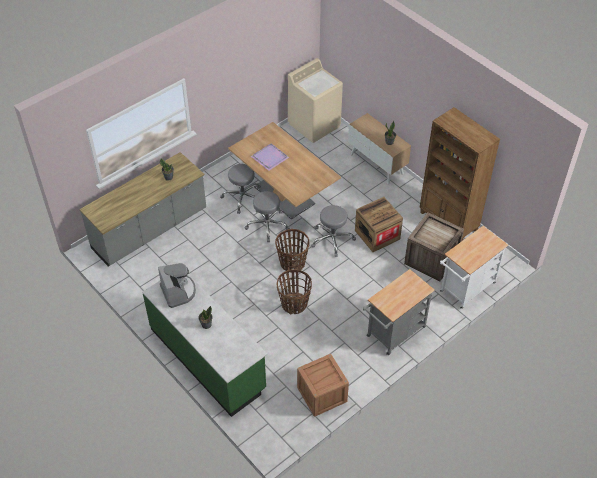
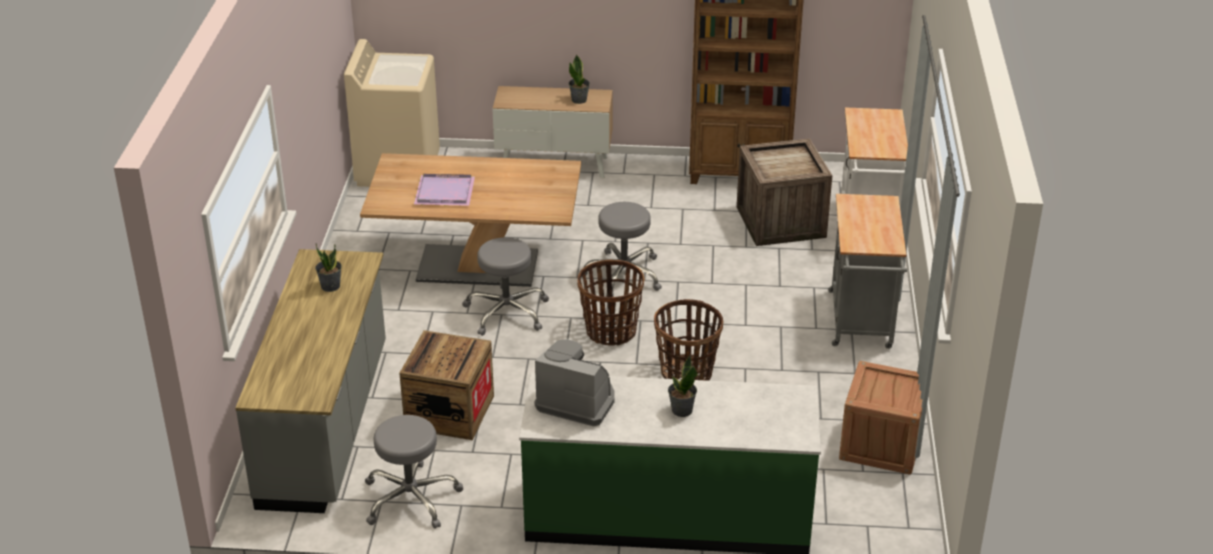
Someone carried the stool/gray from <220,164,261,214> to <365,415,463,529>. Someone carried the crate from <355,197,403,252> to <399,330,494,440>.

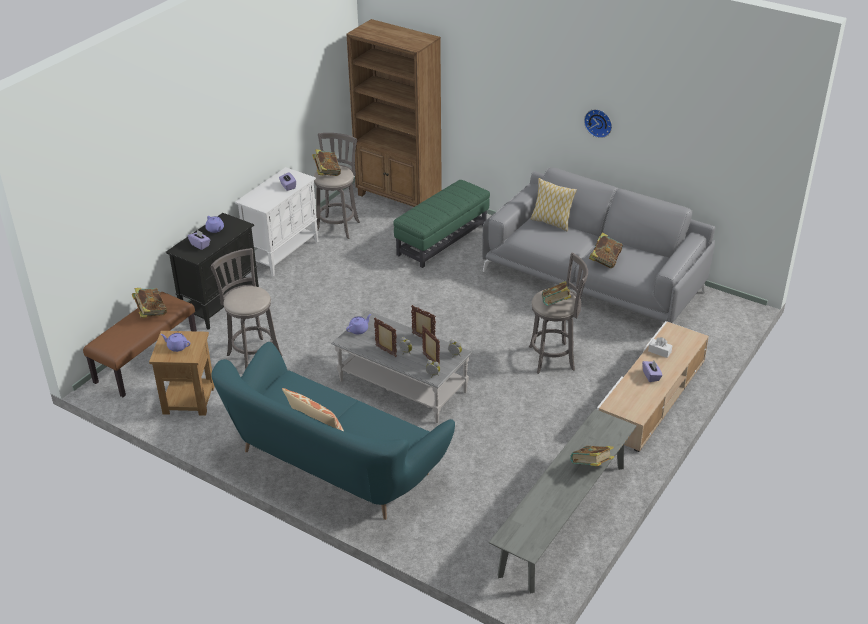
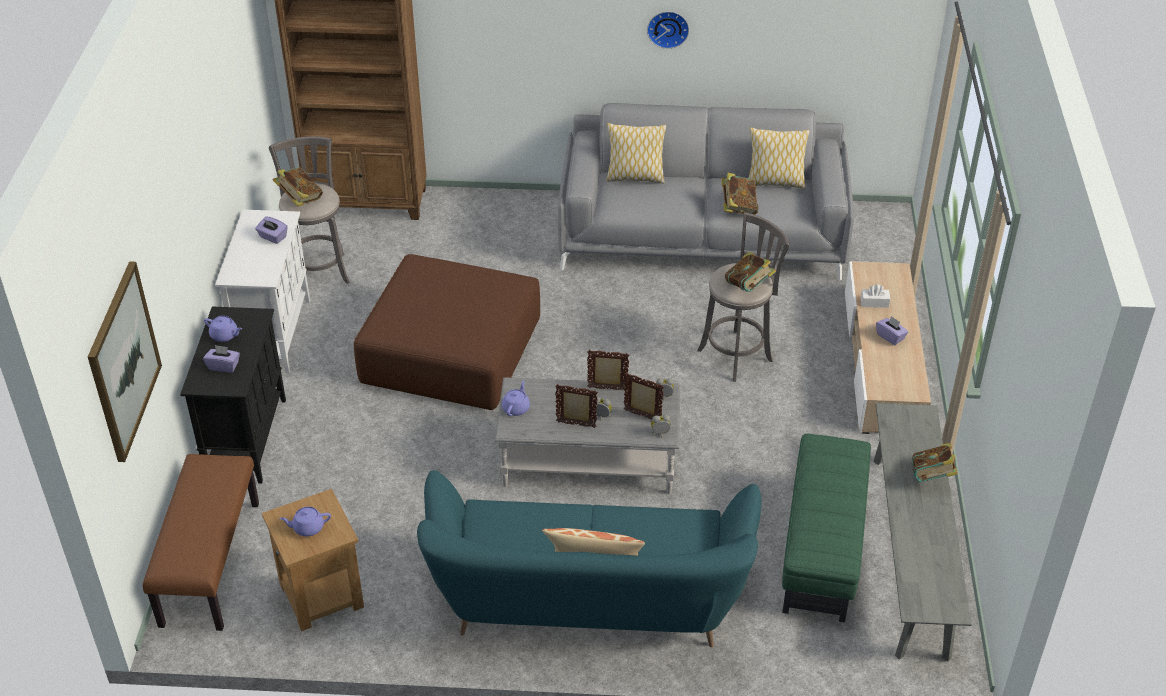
Someone took away the bound book at <132,288,167,318>. Someone took away the stool/gray at <211,248,282,370>. Someone put up the picture at <88,261,162,462>. Someone put down the pouffe/brown at <354,254,540,410>. Someone put down the throw pillow at <749,127,810,189>. Someone carried the pouffe/green-coloured from <393,180,490,268> to <782,433,871,623>.

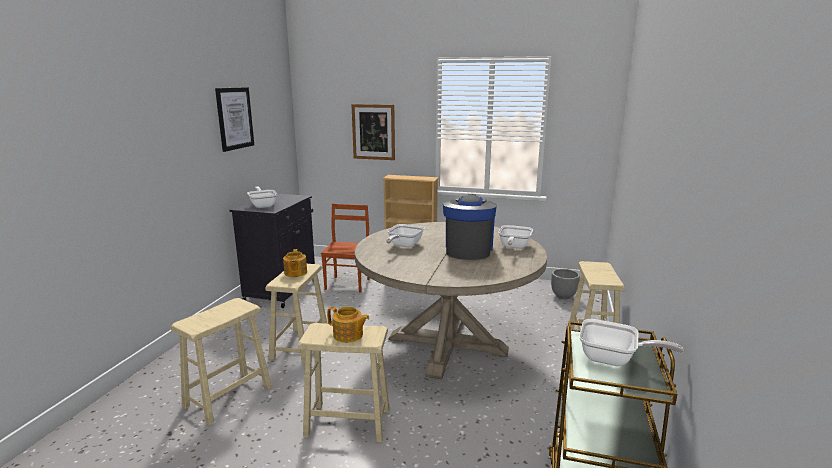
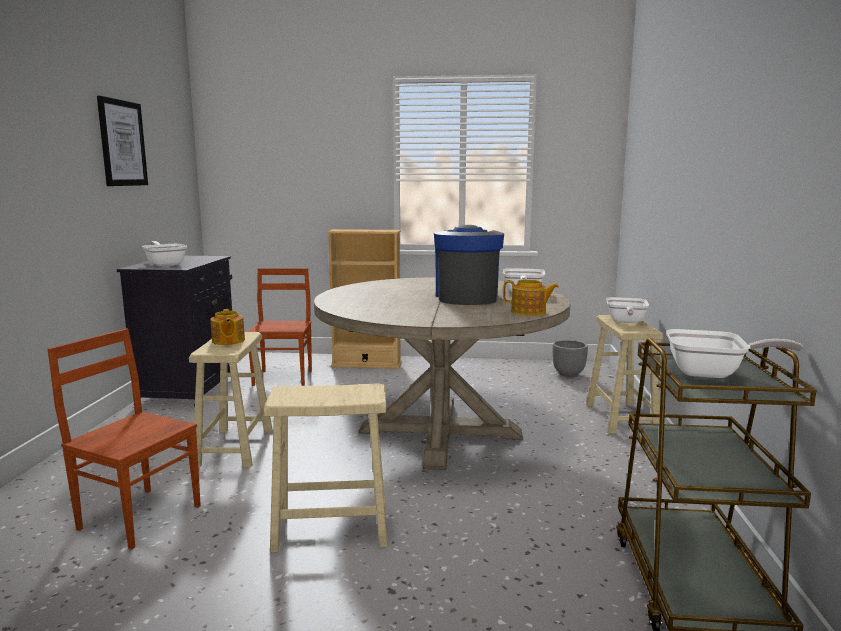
Someone took away the picture at <351,104,395,160>. Someone carried the pot for tea from <327,307,370,343> to <503,280,559,316>. Someone carried the skillet from <386,224,425,247> to <606,297,649,323>. Someone swapped the stool/sand-coloured at <170,298,272,425> for the plain chair/brown at <47,329,201,550>.

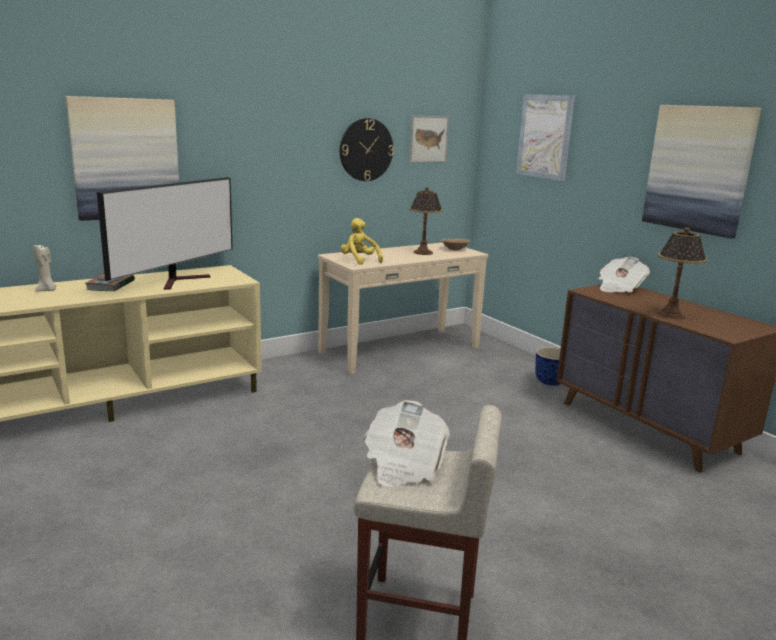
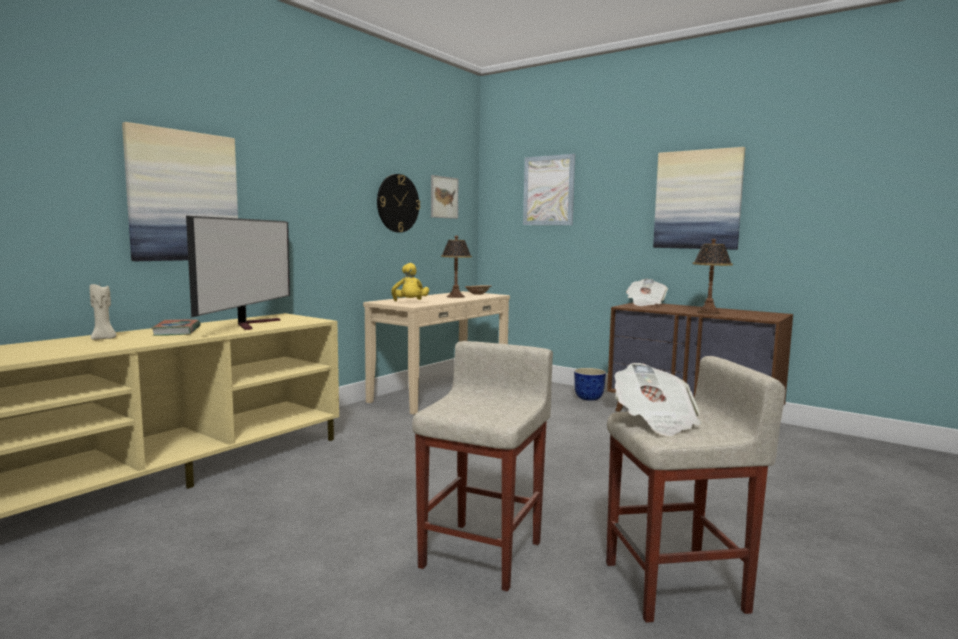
Someone put down the stool/sand-coloured at <412,341,553,591>. Someone rotated the plush toy/yellowish at <341,218,383,265> by 135 degrees counterclockwise.

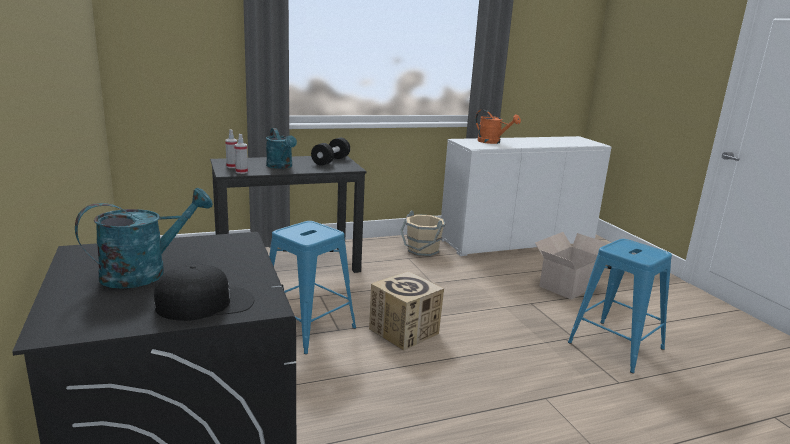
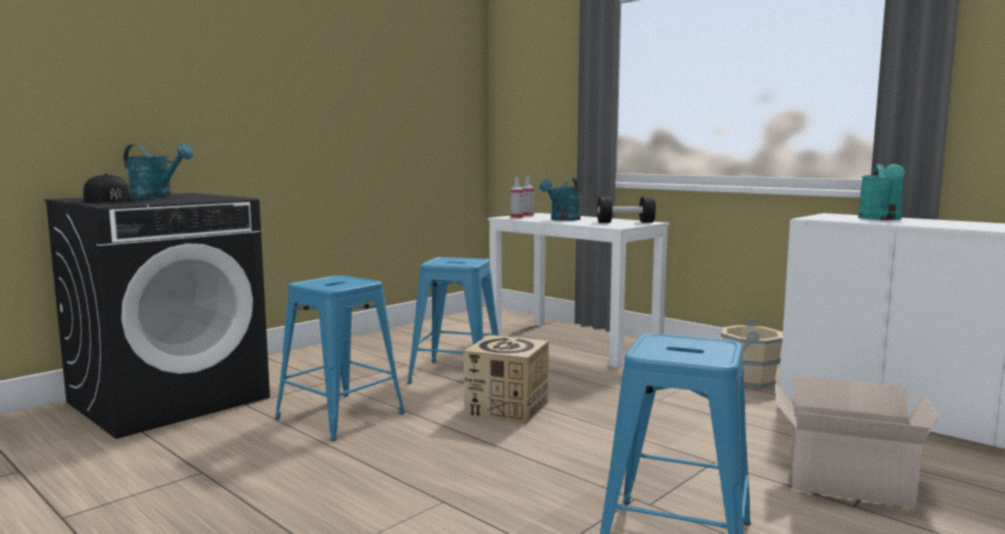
Someone put down the stool/blue-coloured at <275,275,405,441>. Someone repainted the desk/blackish at <210,156,367,273>, which became the desk/white-coloured at <488,213,670,367>. Someone repainted the sprinkling can/orangey at <475,110,521,144>, which became the sprinkling can/turquoise-coloured at <858,164,905,220>.

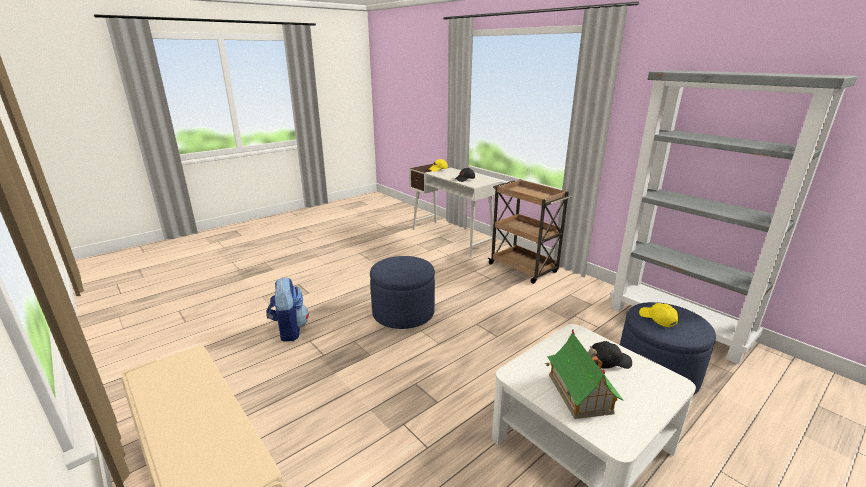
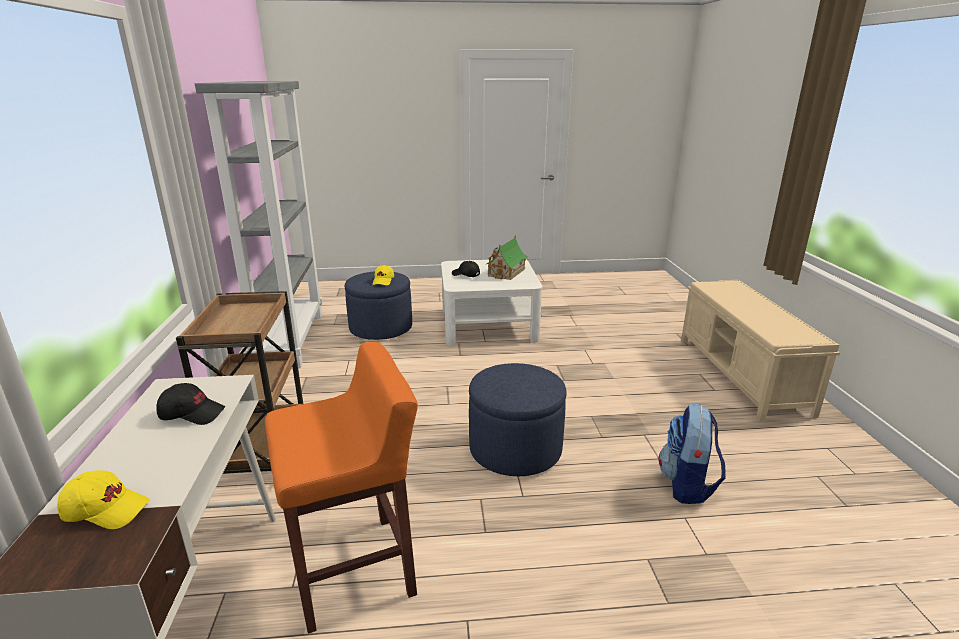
Someone put down the stool/orangey at <265,342,418,634>.

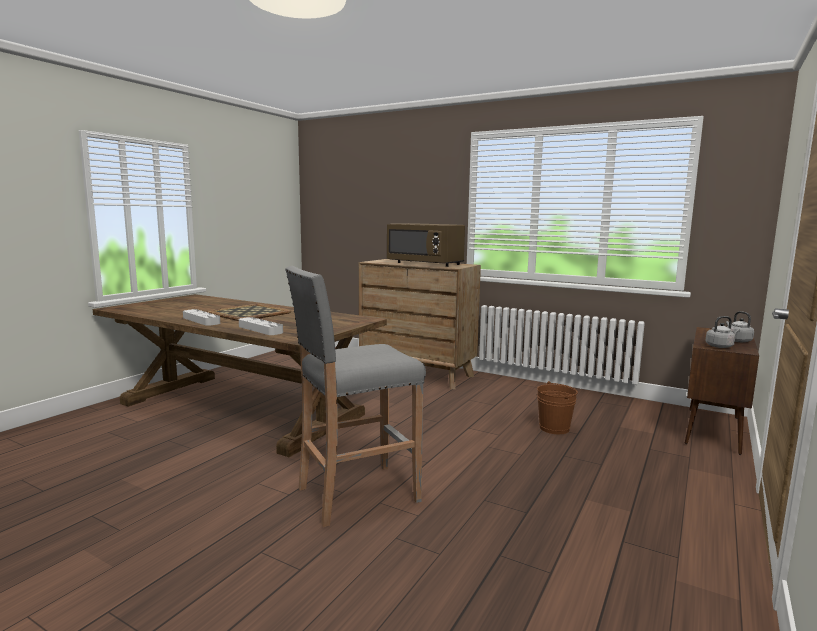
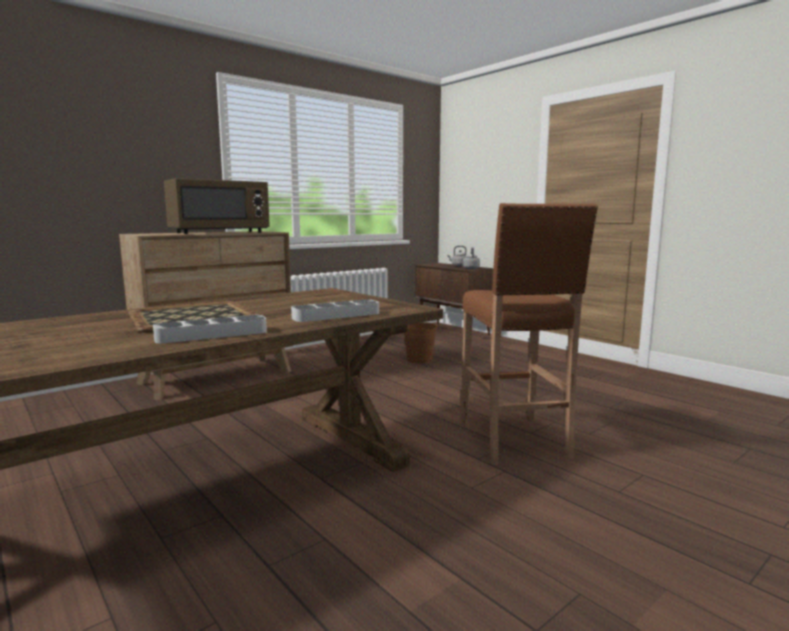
Someone repainted the stool/gray at <285,266,426,527>, which became the stool/brown at <461,203,598,465>.

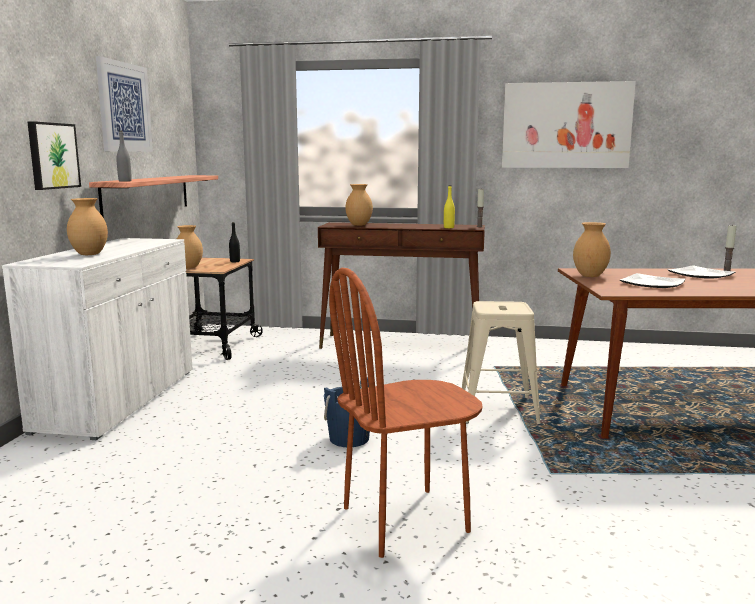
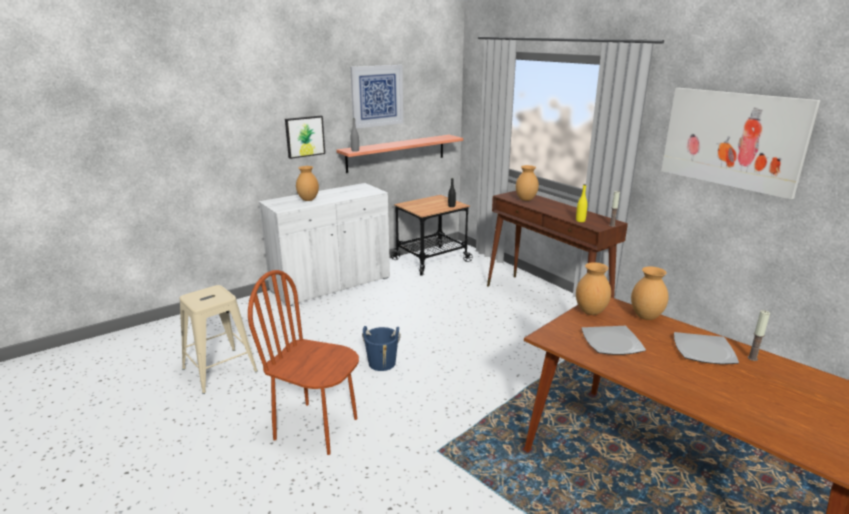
Someone carried the vase/brown from <177,225,203,269> to <631,267,668,320>. Someone carried the stool/sand-coloured from <462,301,541,424> to <179,285,258,394>.

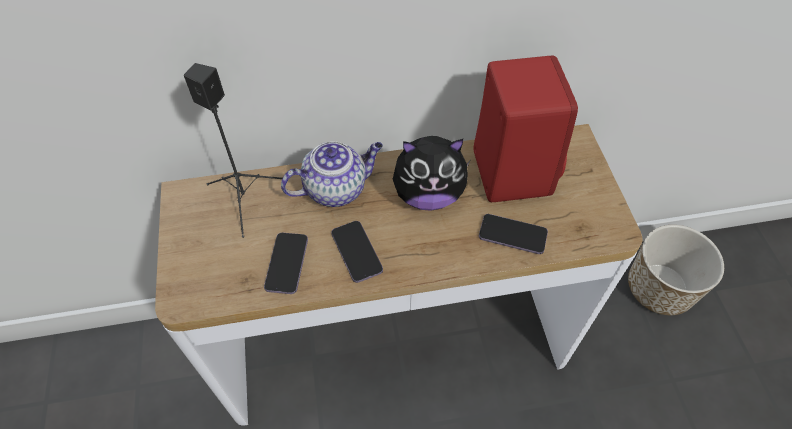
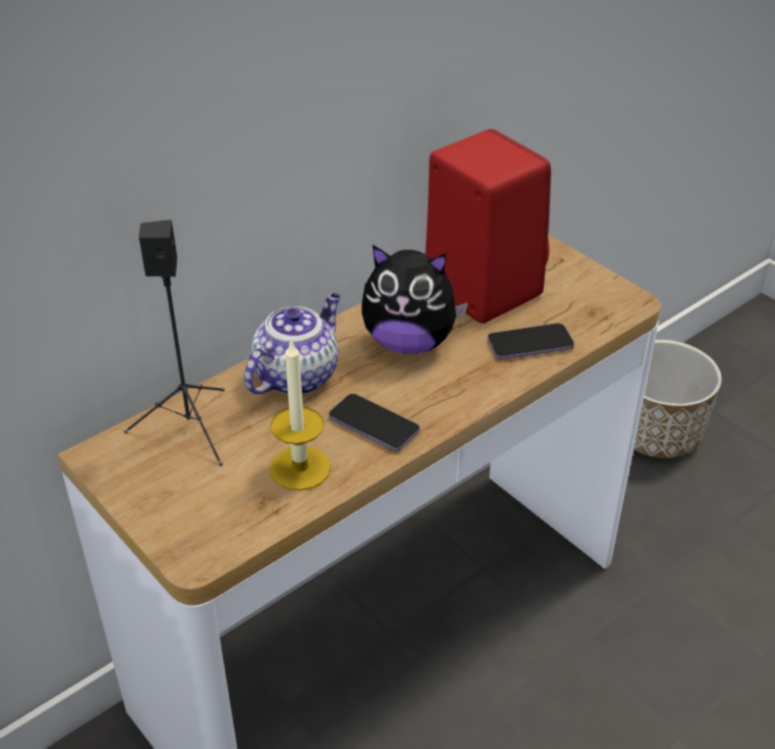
Someone swapped the telephone at <264,233,308,294> for the wax light at <269,340,331,491>. Someone rotated the plush toy at <393,136,471,211> by 45 degrees clockwise.

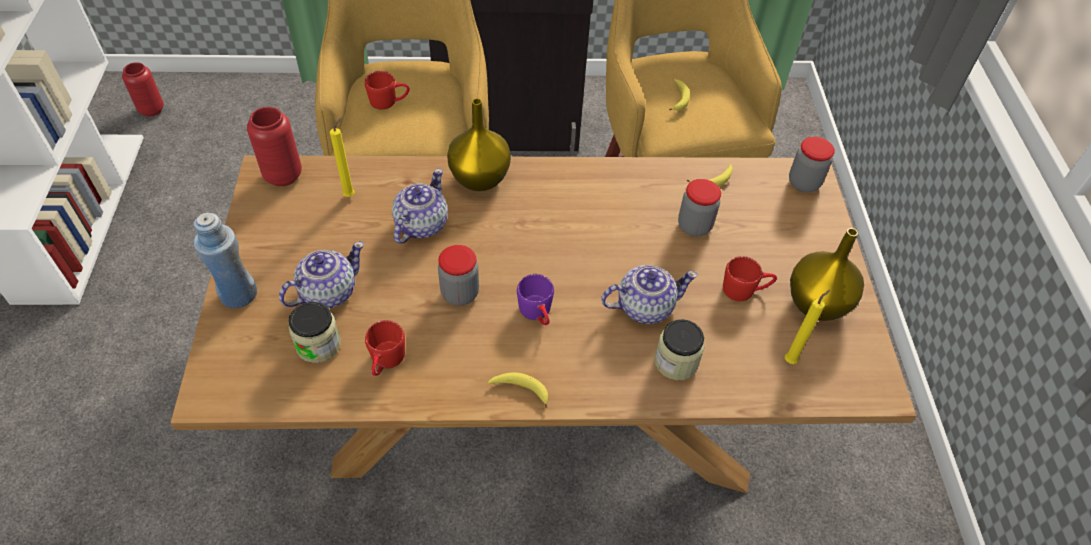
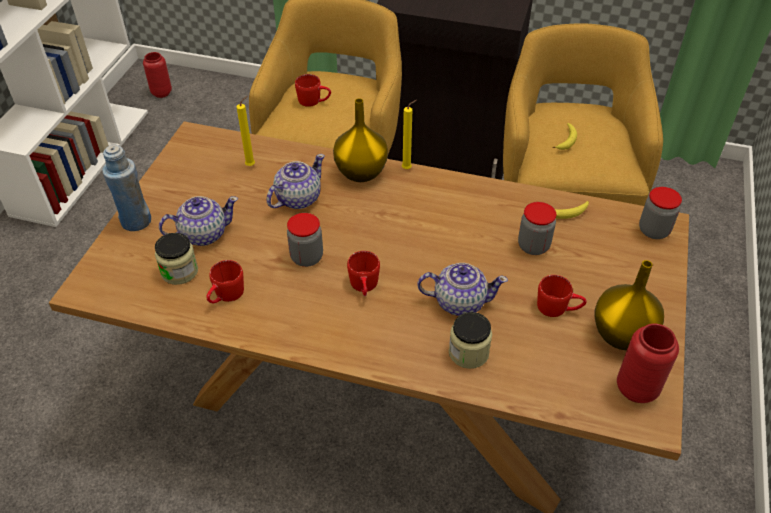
Someone took away the banana fruit at <488,372,548,408>. Someone carried the vase/red from <247,107,302,186> to <617,323,679,403>. Someone carried the wax light/yellowish from <785,290,830,364> to <402,100,416,169>. Someone repainted the tea mug/purple at <517,274,554,325>, which became the tea mug/red at <347,251,380,296>.

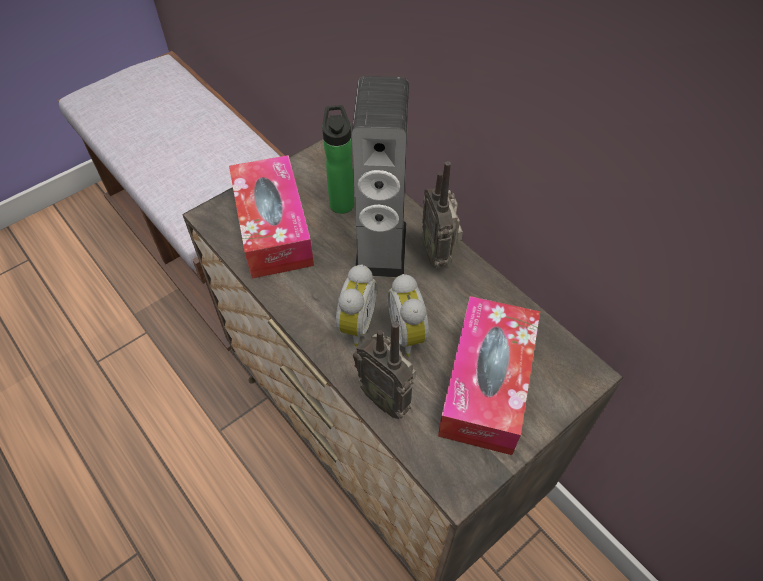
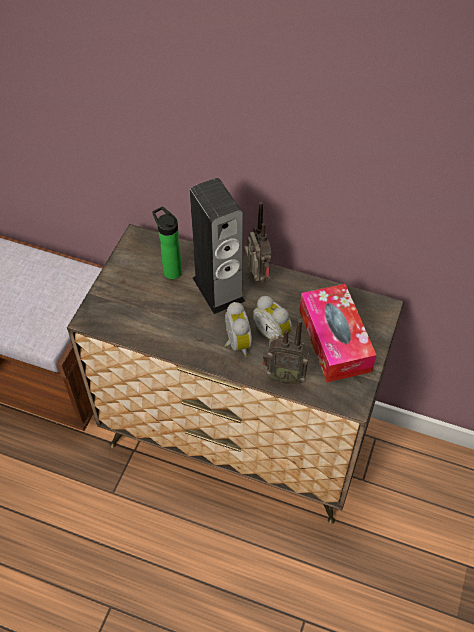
Someone took away the tissue holder at <229,155,314,279>. Someone rotated the radio receiver at <422,161,463,269> by 150 degrees counterclockwise.

